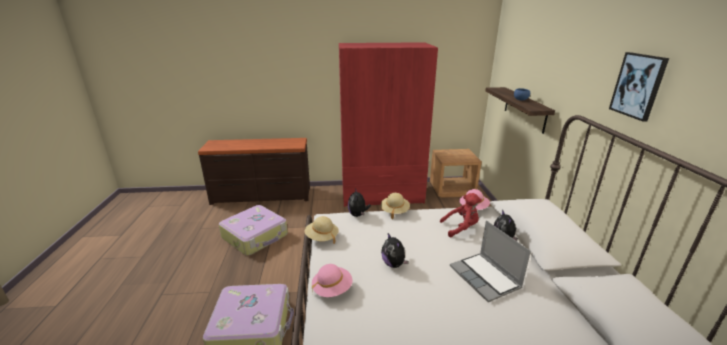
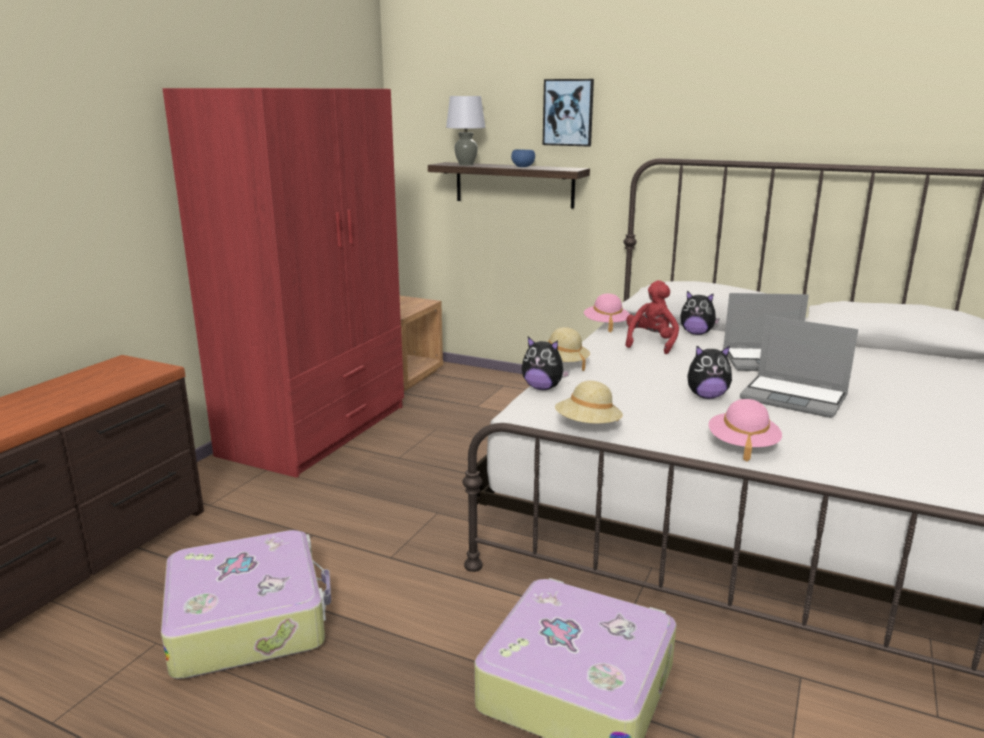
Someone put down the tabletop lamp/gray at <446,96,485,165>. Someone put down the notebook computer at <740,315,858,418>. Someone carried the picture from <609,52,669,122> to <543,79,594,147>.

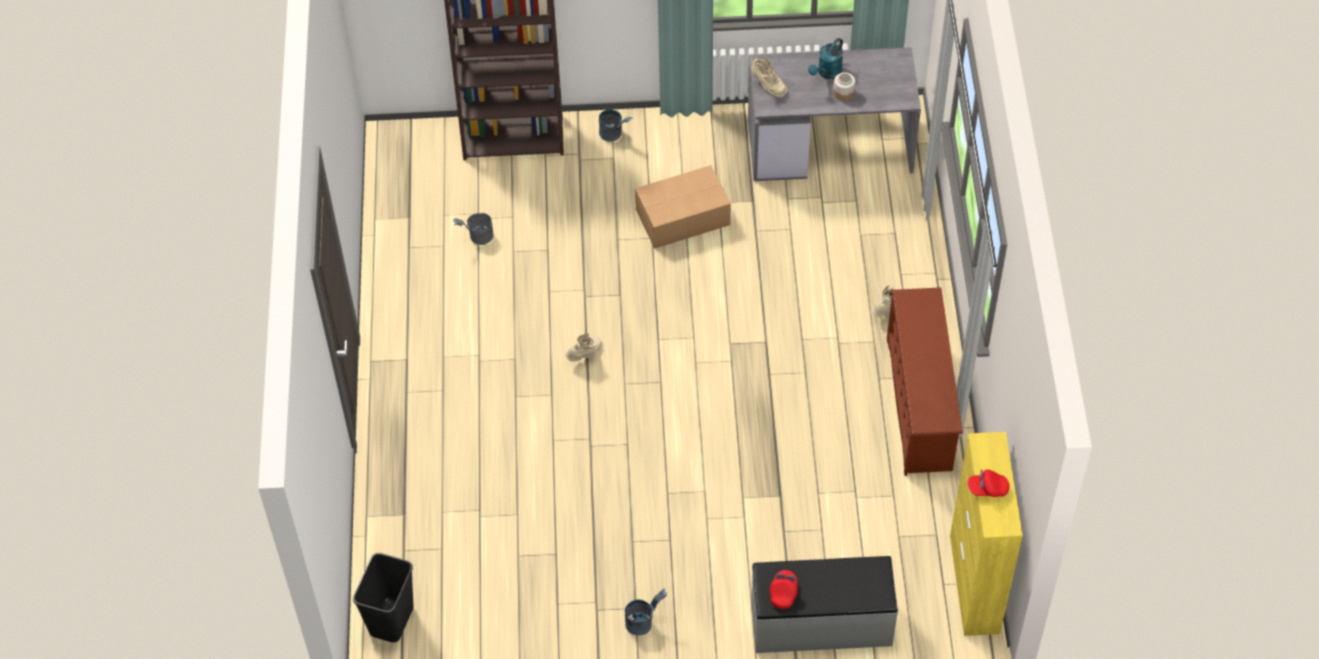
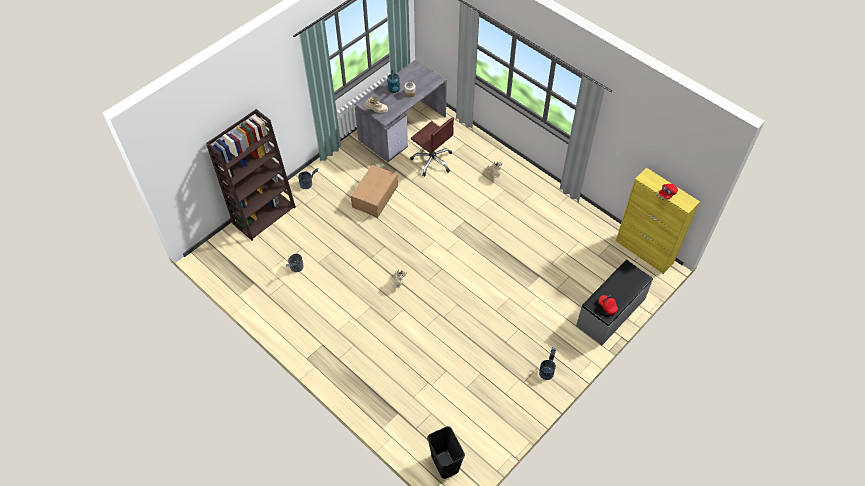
Someone took away the shoe shelf/brown at <887,287,963,476>. Someone put down the office chair/brown at <410,117,454,176>.

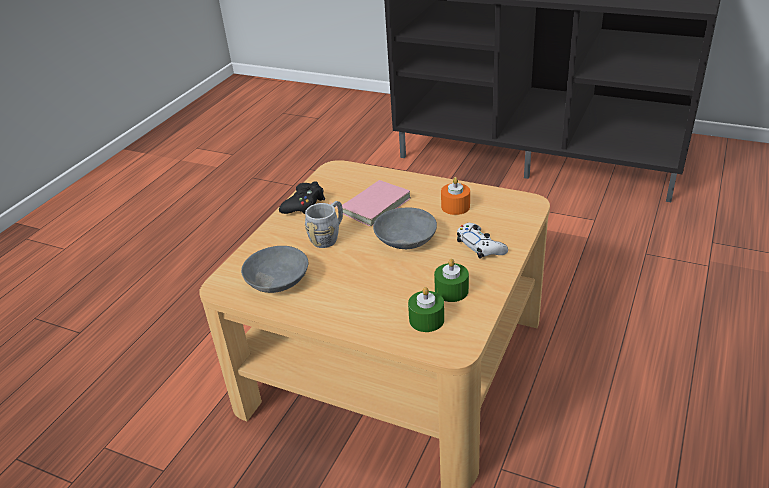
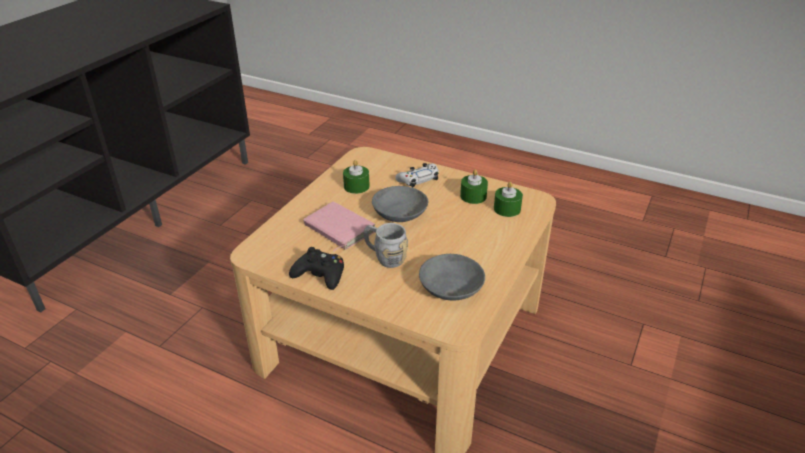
Someone repainted the wax light/orangey at <441,177,470,215>, which became the wax light/green-coloured at <343,160,370,194>.

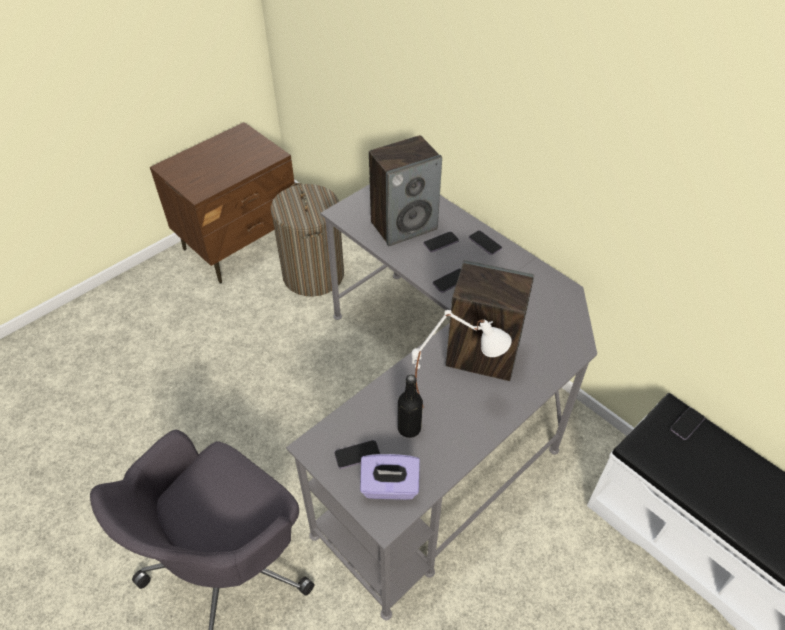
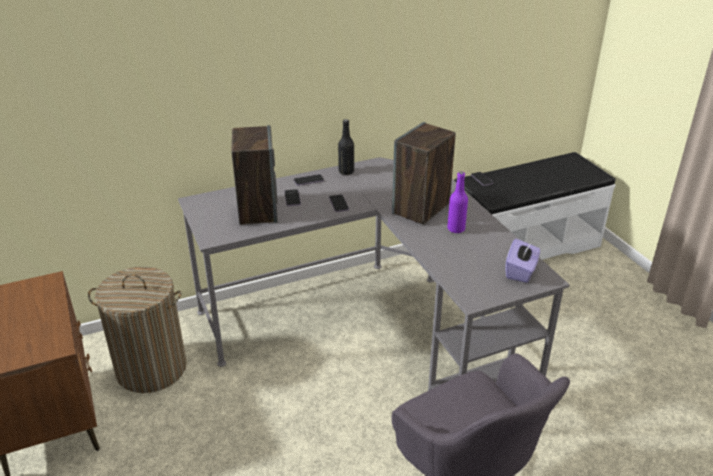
Someone took away the telephone at <334,440,380,469>. Someone carried the bottle/blackish from <398,375,423,438> to <338,119,354,175>. Someone swapped the tabletop lamp/white-coloured at <412,310,512,407> for the bottle/purple at <447,172,468,233>.

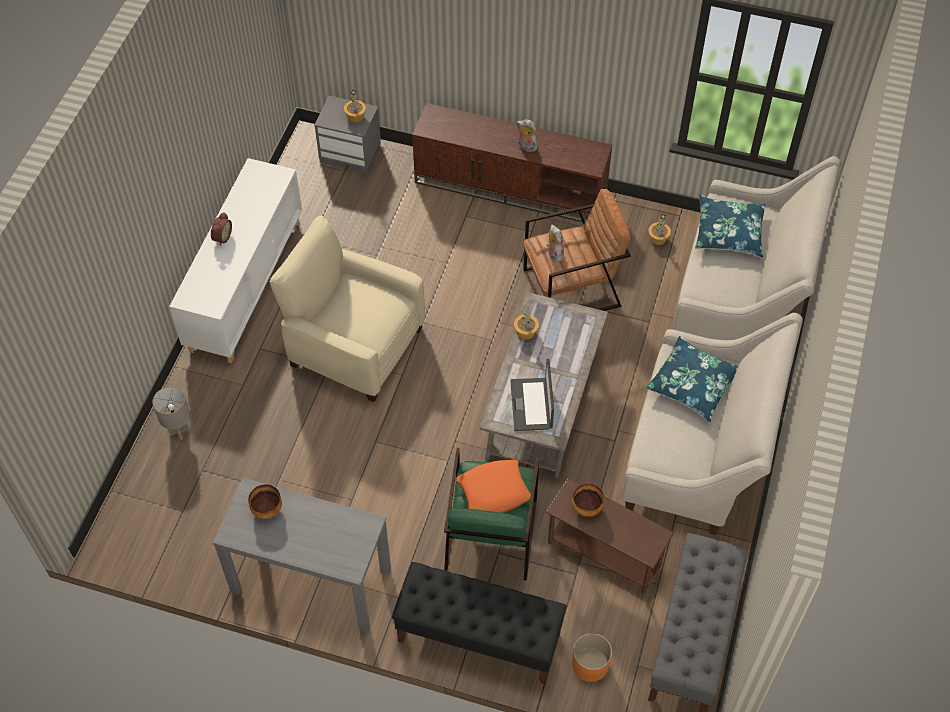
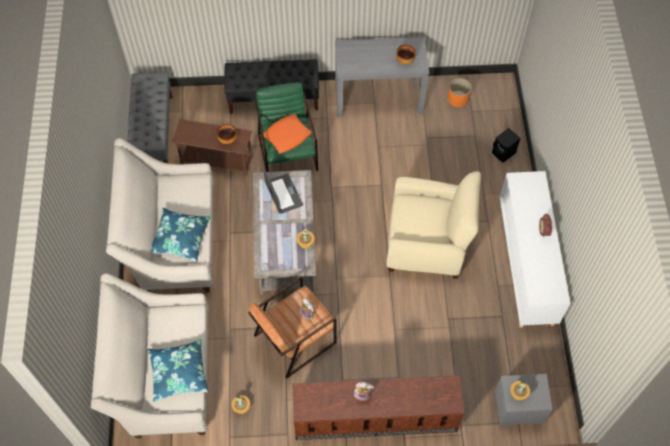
Someone carried the flower pot/orangey from <572,633,612,682> to <448,78,471,107>. Someone swapped the tabletop lamp/gray at <152,387,190,440> for the speaker/blackish at <492,128,520,163>.

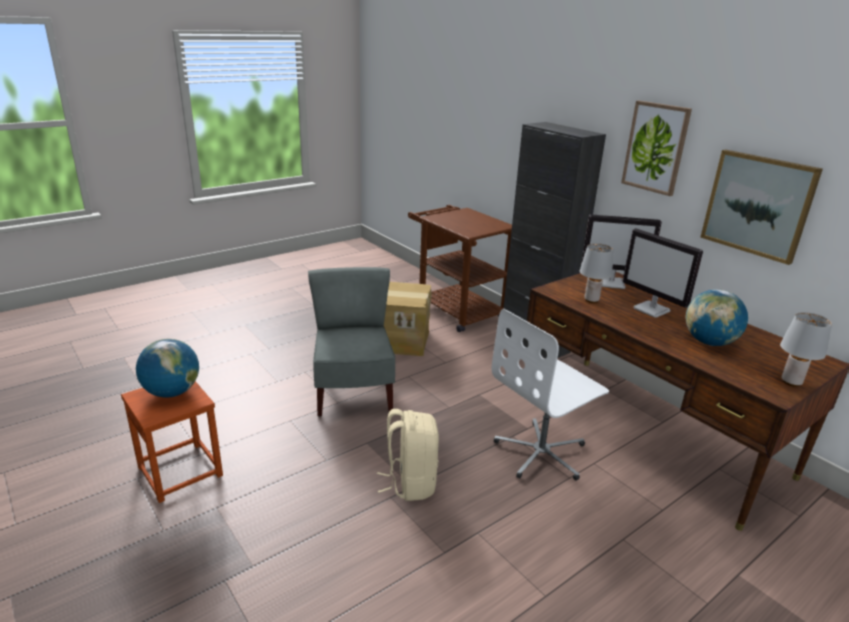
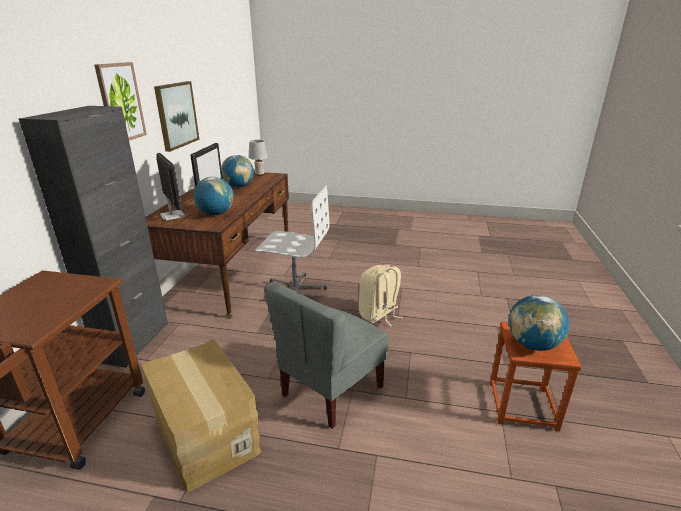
Someone swapped the tabletop lamp/gray at <580,243,613,303> for the globe at <194,177,234,215>.

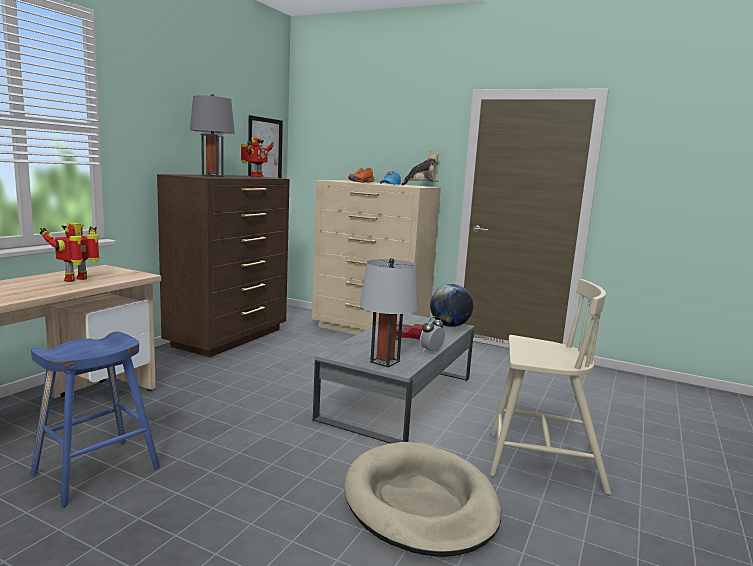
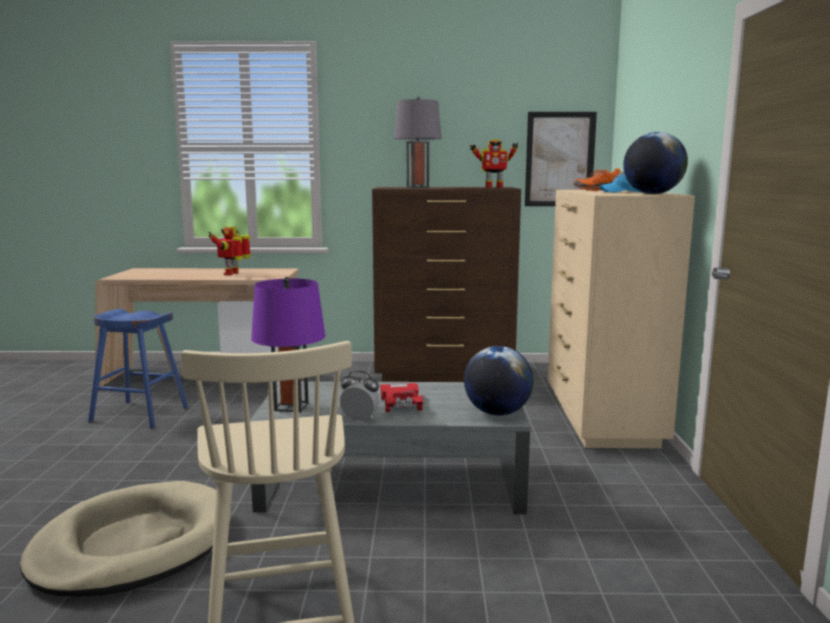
Someone swapped the plush toy at <402,151,440,186> for the globe at <623,132,688,194>. Someone repainted the tabletop lamp/gray at <360,258,418,367>, which became the tabletop lamp/purple at <251,277,325,412>. Someone rotated the robot figure at <40,222,100,282> by 75 degrees counterclockwise.

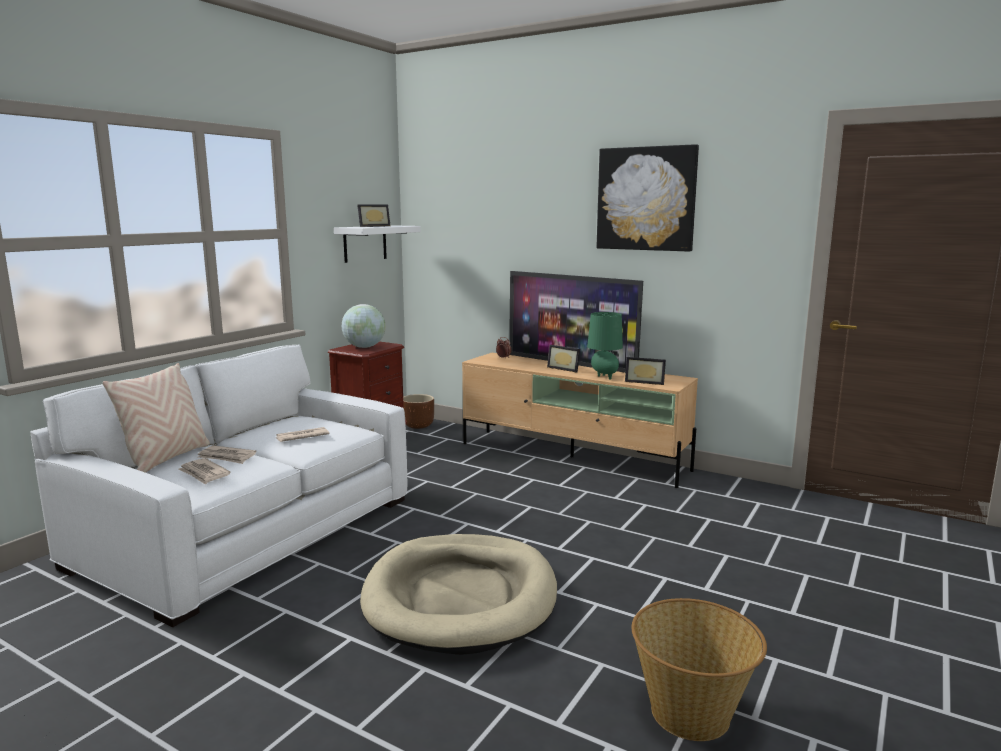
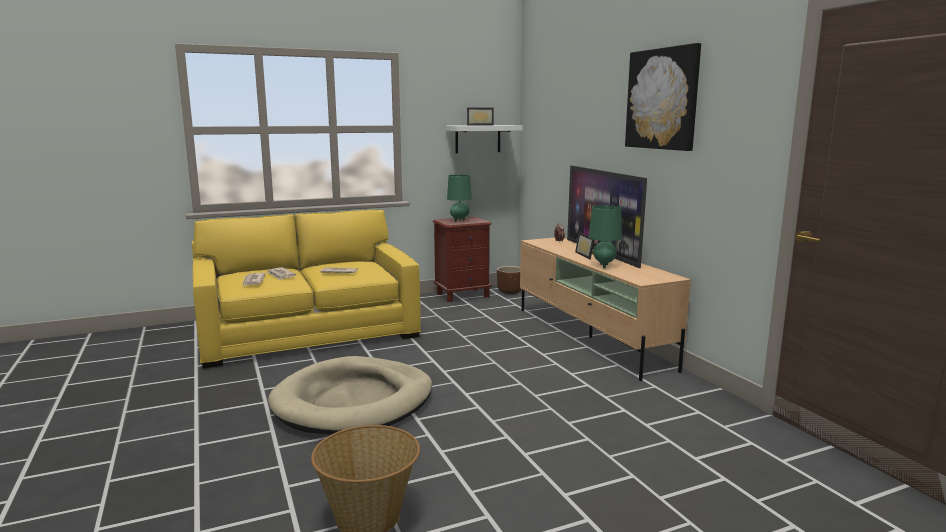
Someone took away the throw pillow/sand-coloured at <103,363,210,473>. Someone took away the picture frame at <625,357,666,385>. Someone swapped the globe at <342,304,386,348> for the tabletop lamp/green-coloured at <447,175,472,222>. Someone repainted the sofa/white-coloured at <30,344,408,627>, which became the sofa/yellowish at <192,210,421,369>.

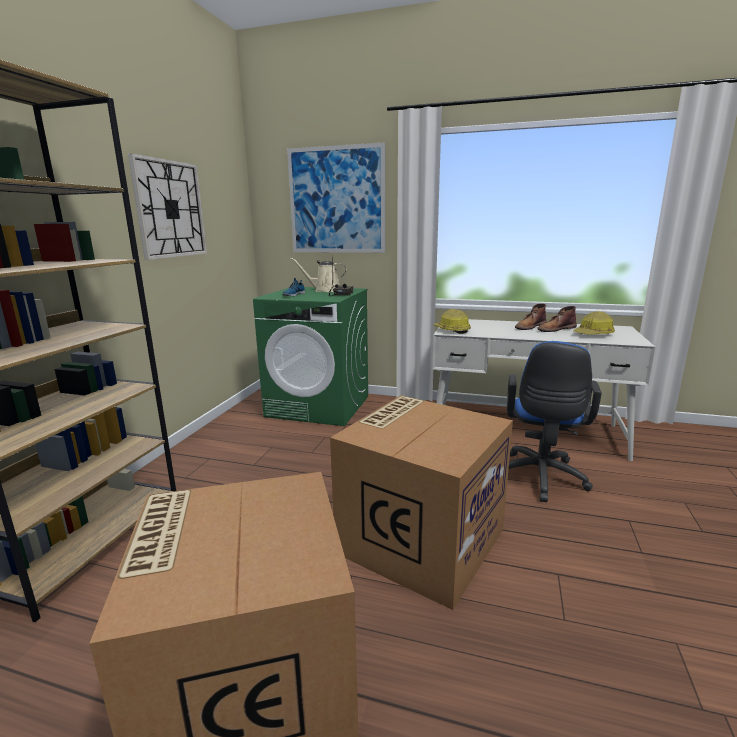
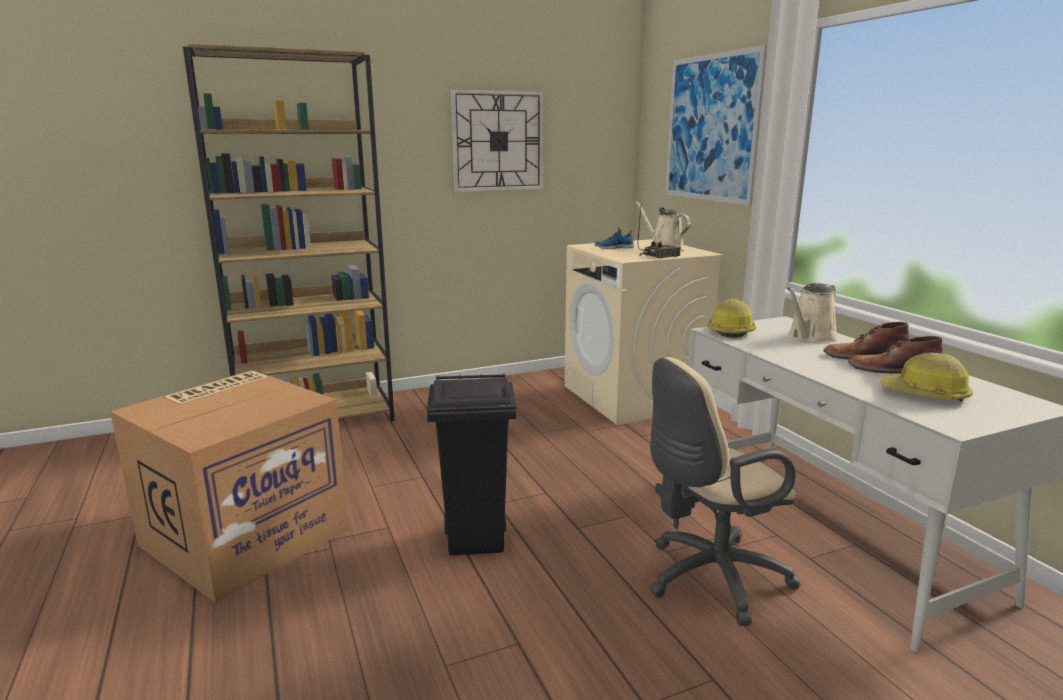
Someone put down the sprinkling can/sand-coloured at <787,283,838,342>. Someone swapped the packing box at <330,395,513,610> for the rubbish bin/blackish at <427,373,517,555>. Someone repainted the washing machine/green-coloured at <253,287,368,426>, which became the washing machine/sand-coloured at <565,239,724,425>. Someone repainted the office chair/blue-coloured at <507,341,602,502>, which became the office chair/sand-coloured at <650,357,800,626>.

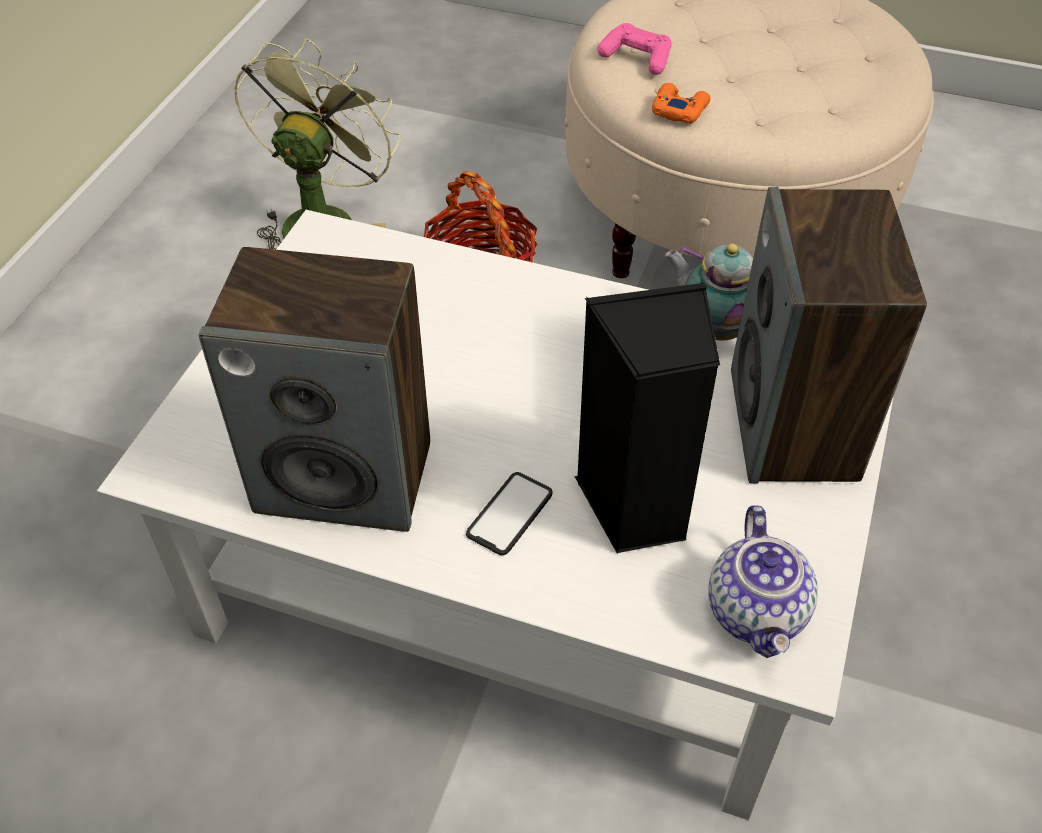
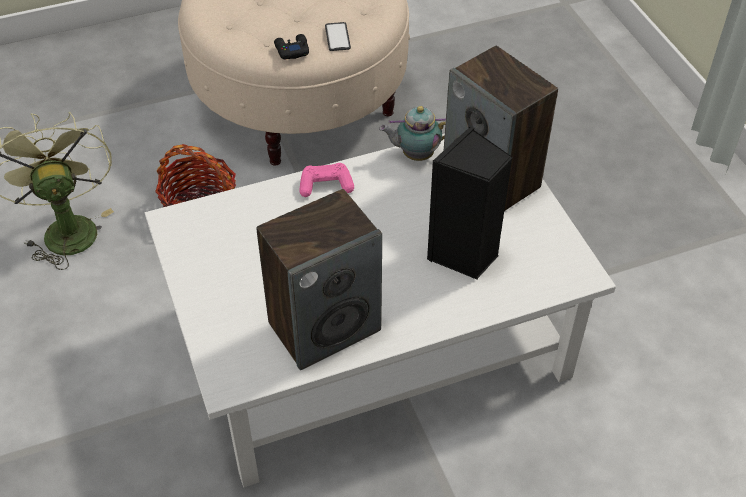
Someone took away the pot for tea at <709,505,818,658>. Someone carried the telephone from <466,472,553,555> to <325,22,351,51>. Someone carried the game controller/pink from <597,23,672,75> to <299,163,354,197>. Someone repainted the game controller/orangey at <652,83,711,123>, which became the game controller/blackish at <274,34,309,60>.

